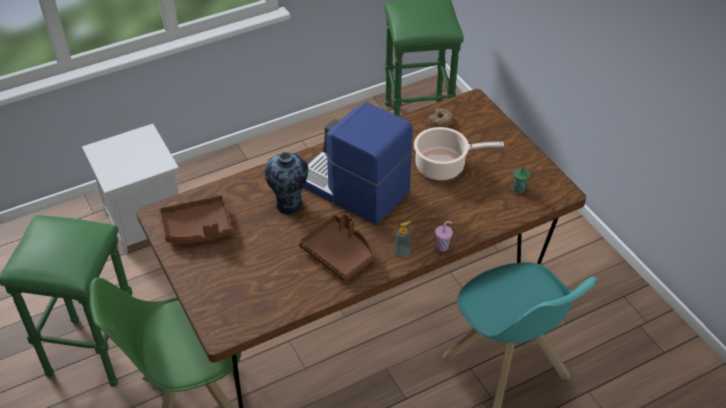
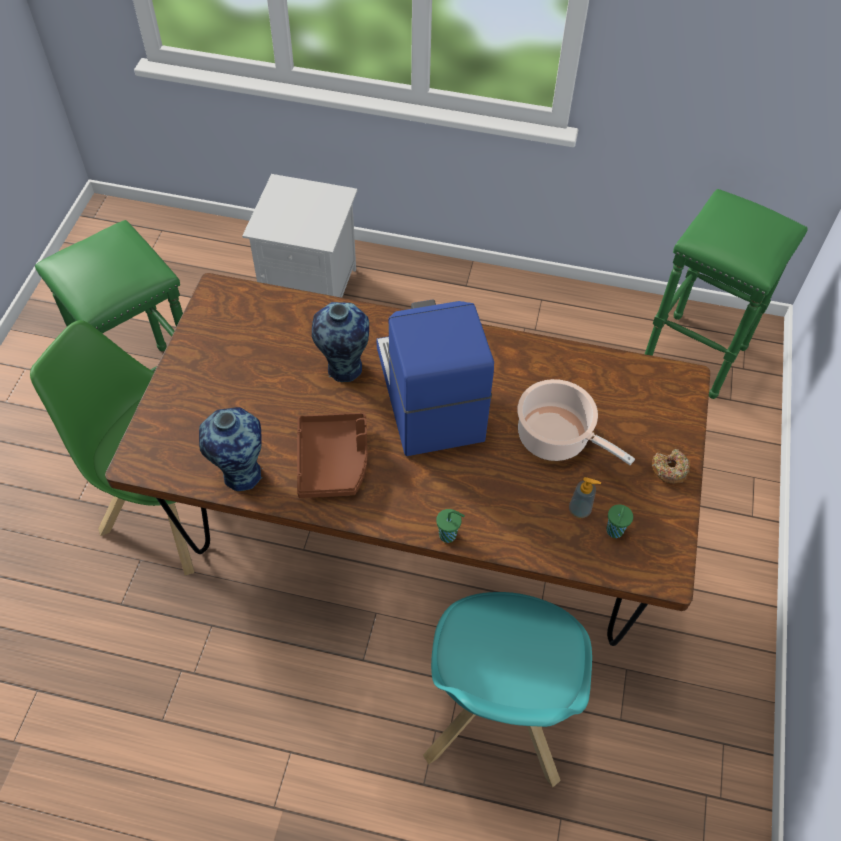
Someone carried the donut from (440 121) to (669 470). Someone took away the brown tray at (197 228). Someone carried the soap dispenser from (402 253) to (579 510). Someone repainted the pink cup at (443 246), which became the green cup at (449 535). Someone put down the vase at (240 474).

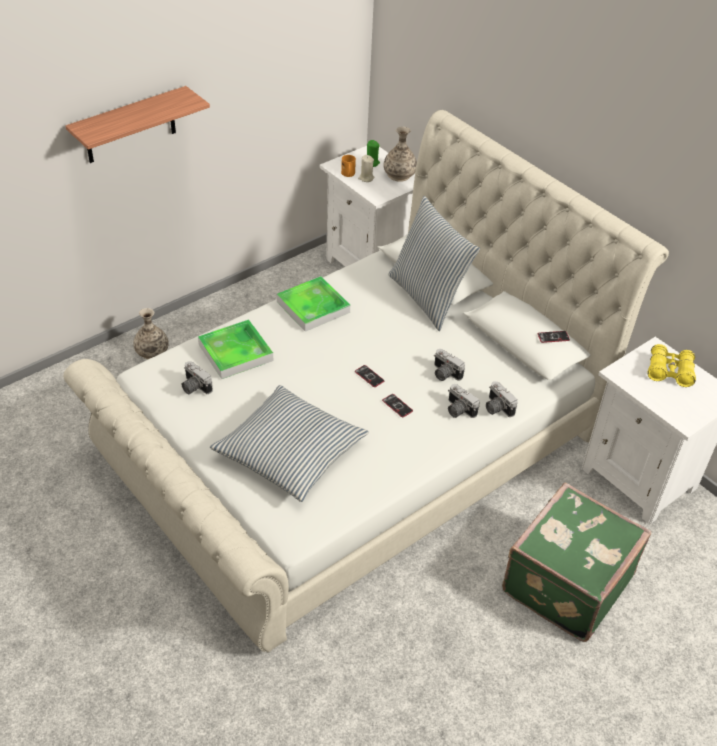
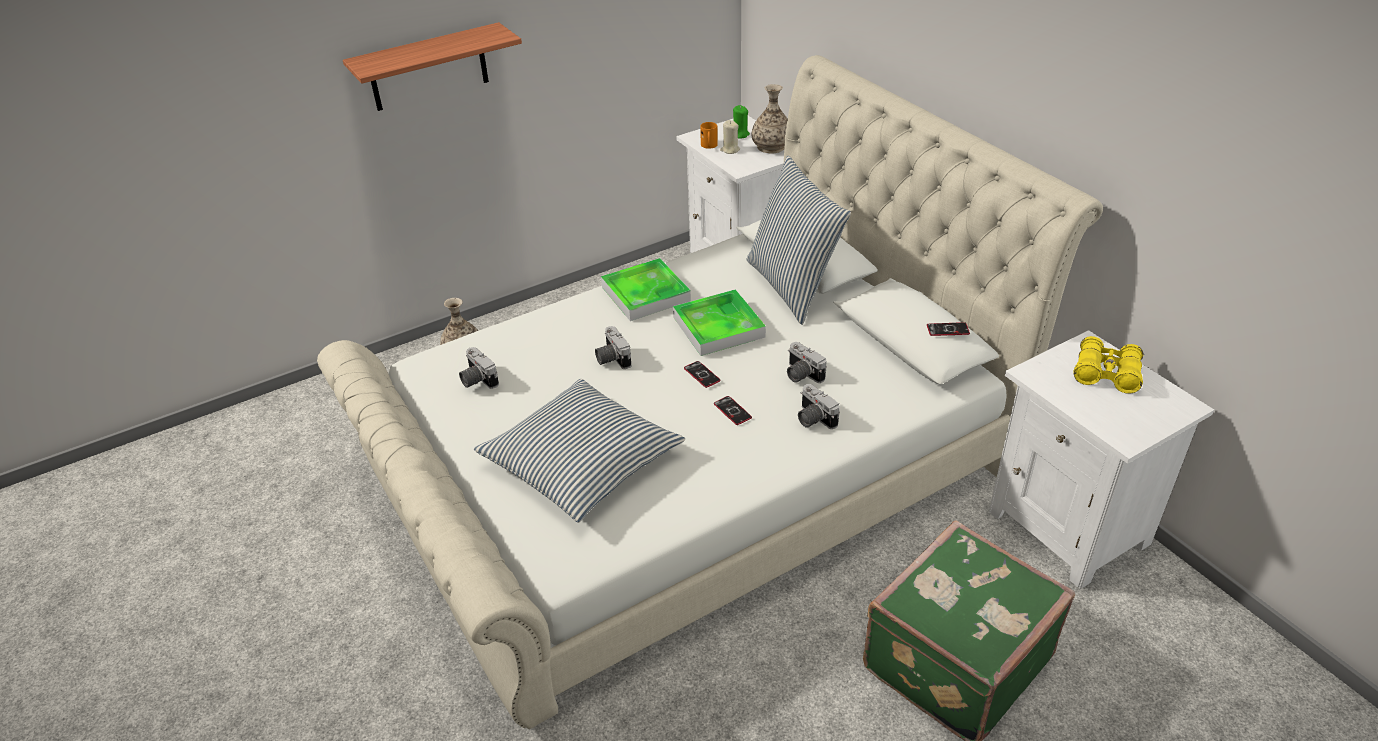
Someone carried the tray from (235 352) to (718 327). Someone carried the photo camera from (496 408) to (611 358).

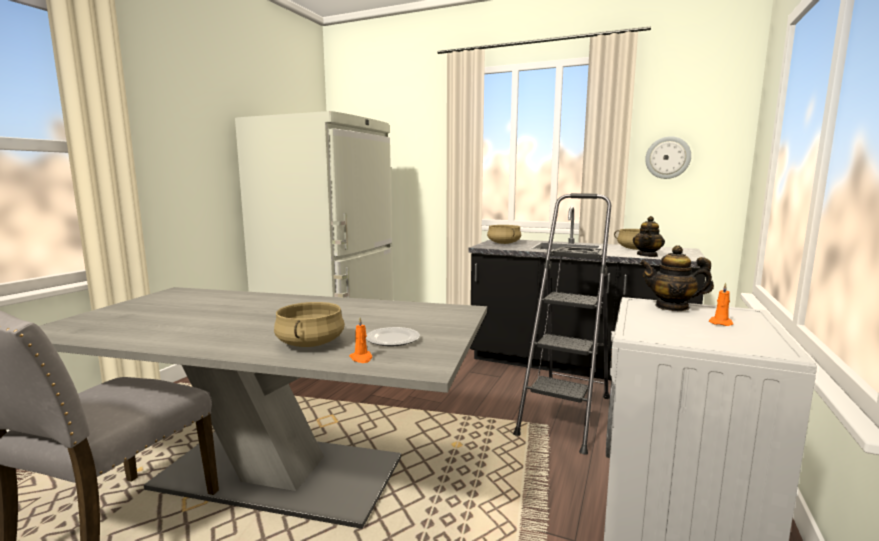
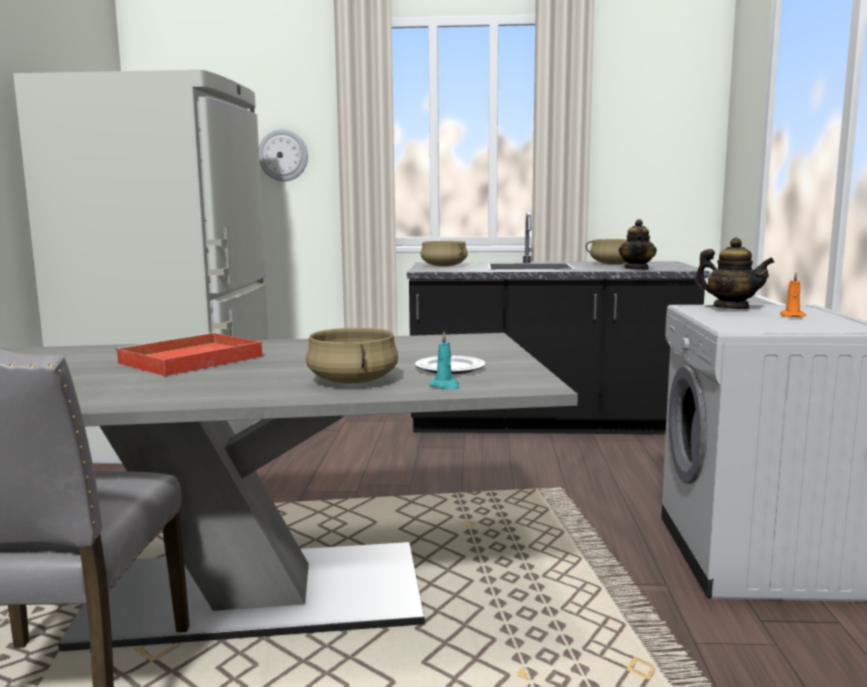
Someone carried the wall clock from (667 157) to (283 155). Someone took away the step ladder at (565 413). Someone rotated the teapot at (672 307) by 135 degrees counterclockwise. Someone repainted the orange candle at (361 358), which became the turquoise candle at (445 386). Someone put down the red tray at (189 360).

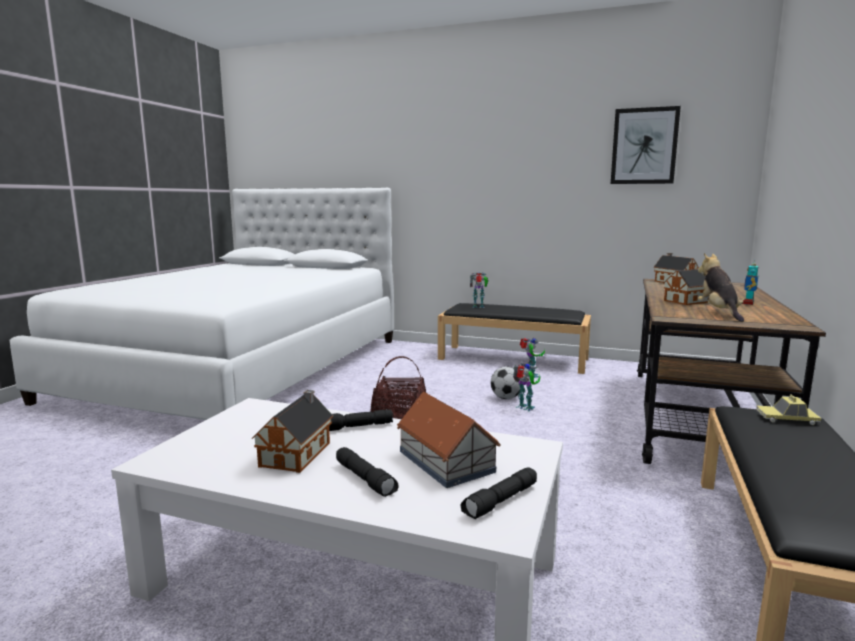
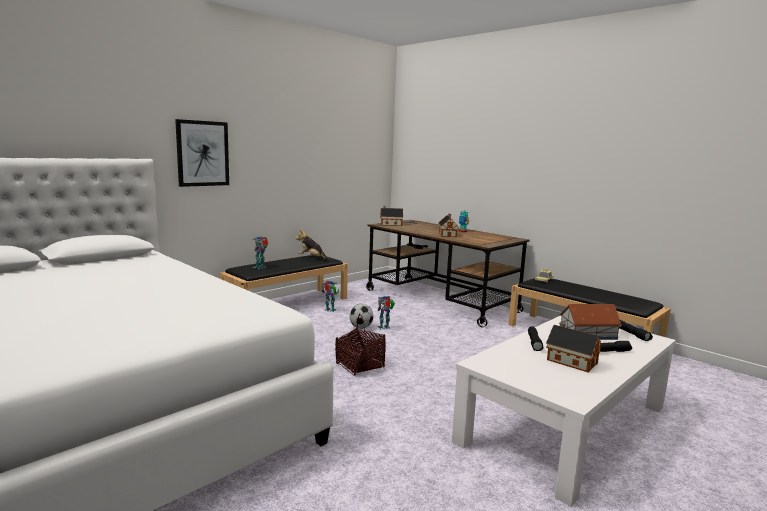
Someone carried the picture from (644 146) to (202 153). Someone carried the plush toy from (718 313) to (312 258).

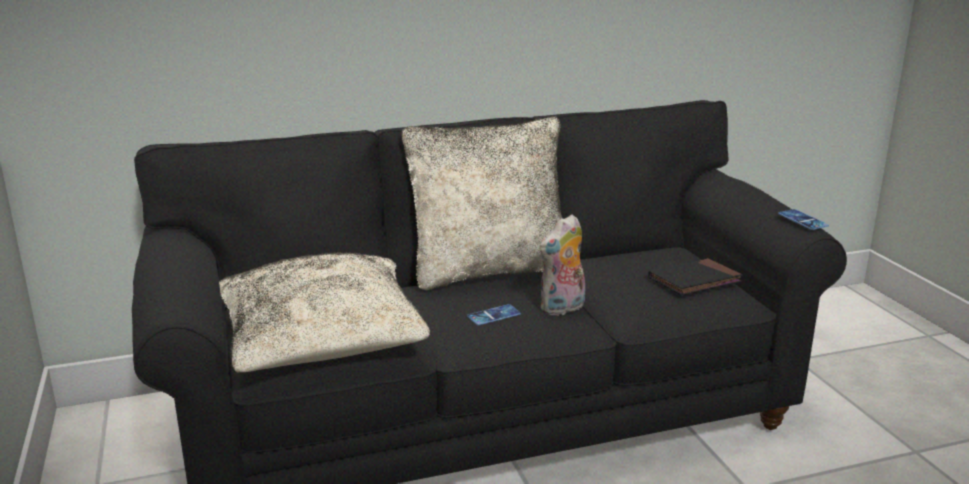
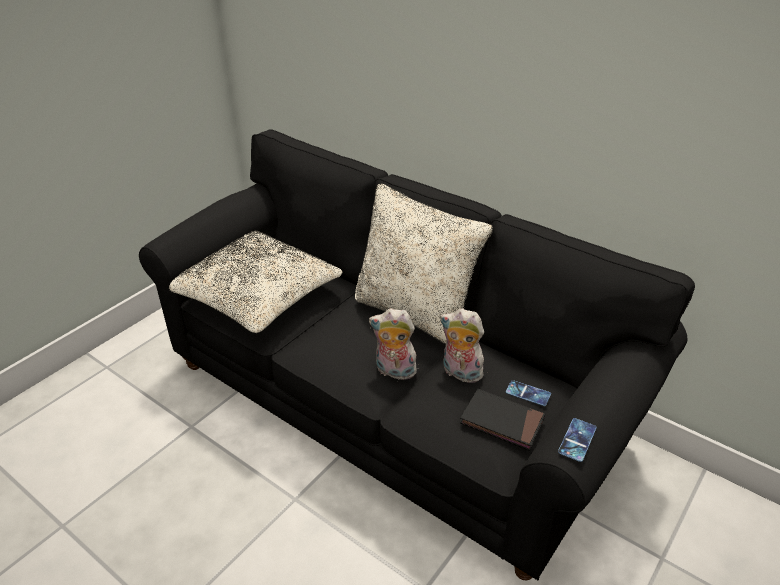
Someone carried the phone from (494 315) to (528 393). Someone put down the plush toy at (460 373).

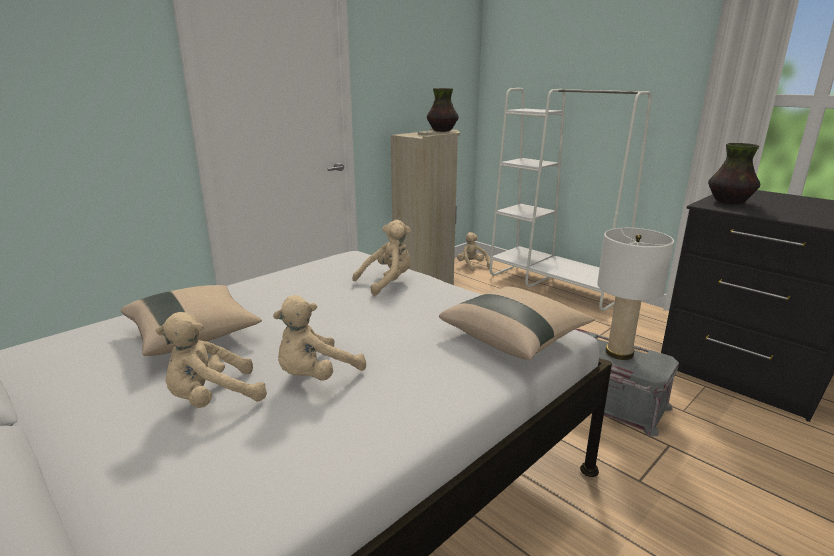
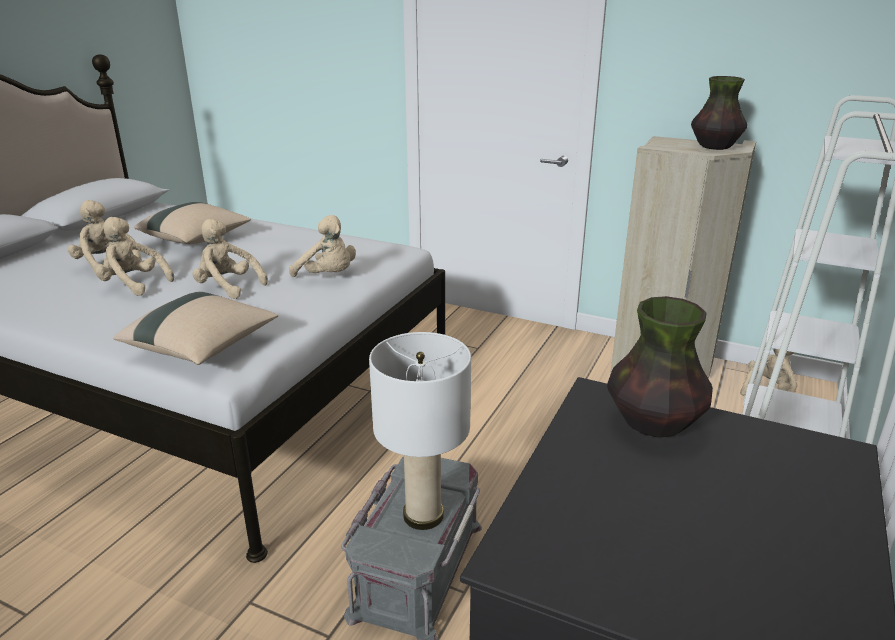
Someone put down the beige plush toy at (227 287).

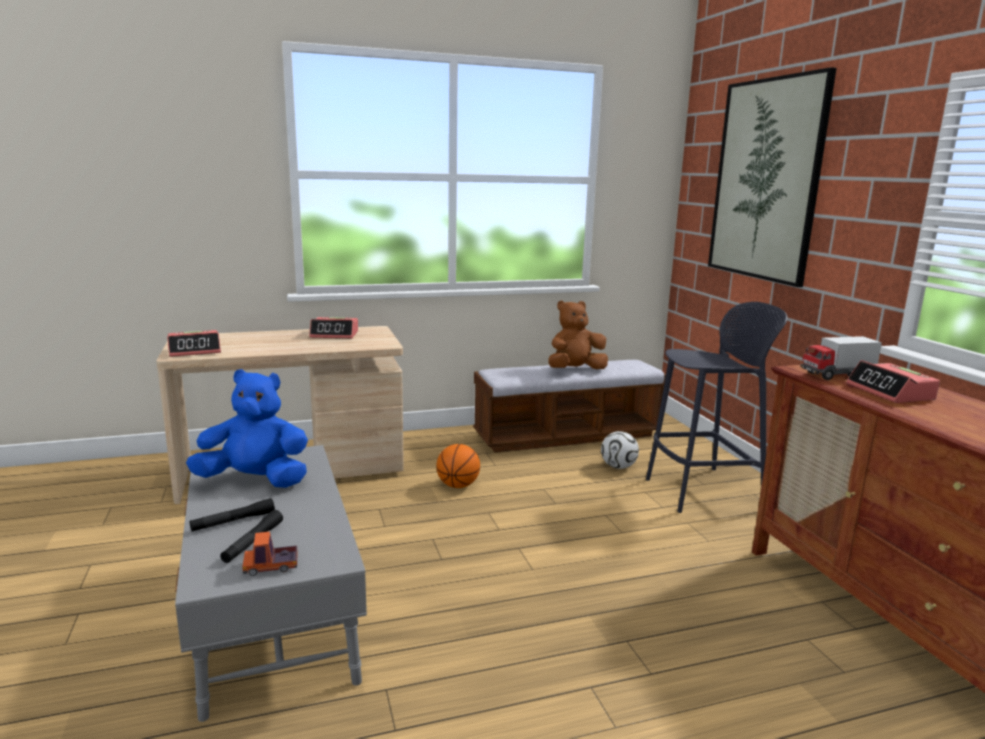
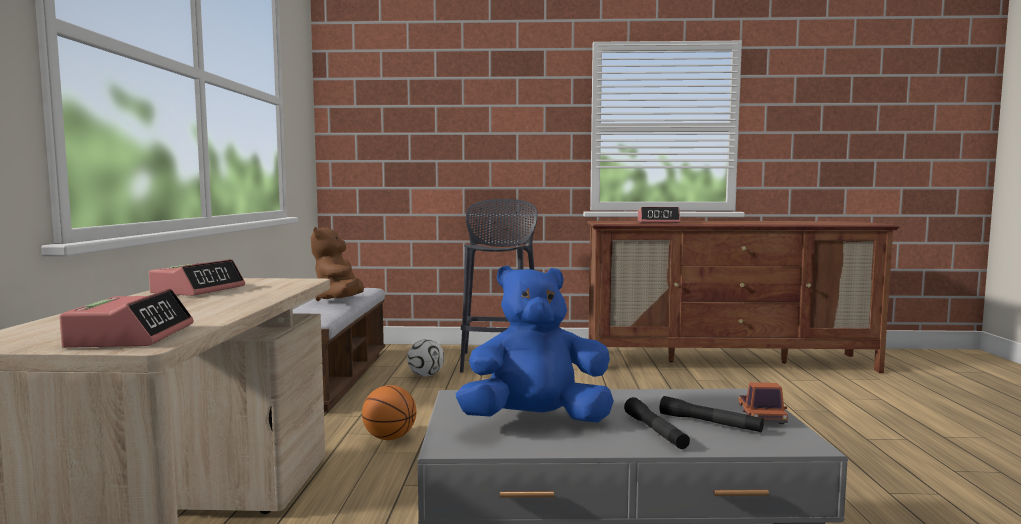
Someone took away the picture at (766 180). Someone took away the toy truck at (836 375). Someone rotated the blue plush toy at (255 480) by 60 degrees clockwise.

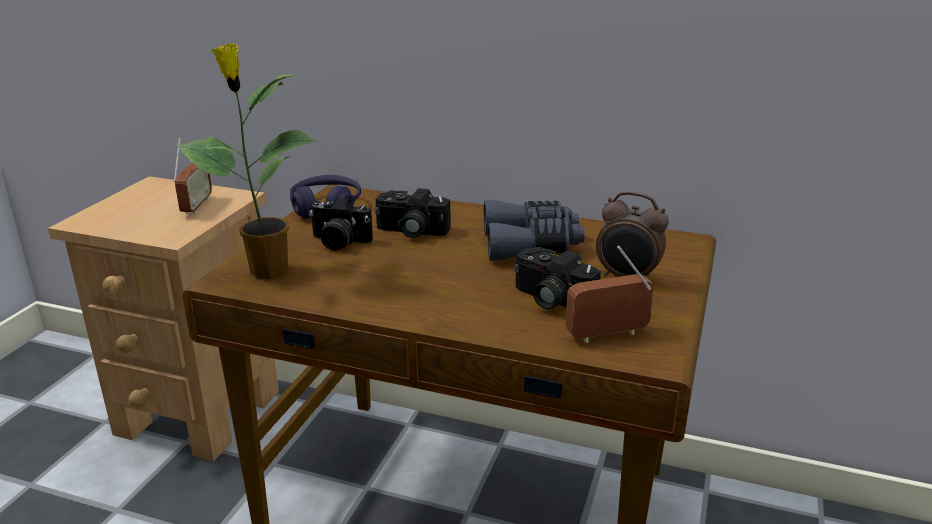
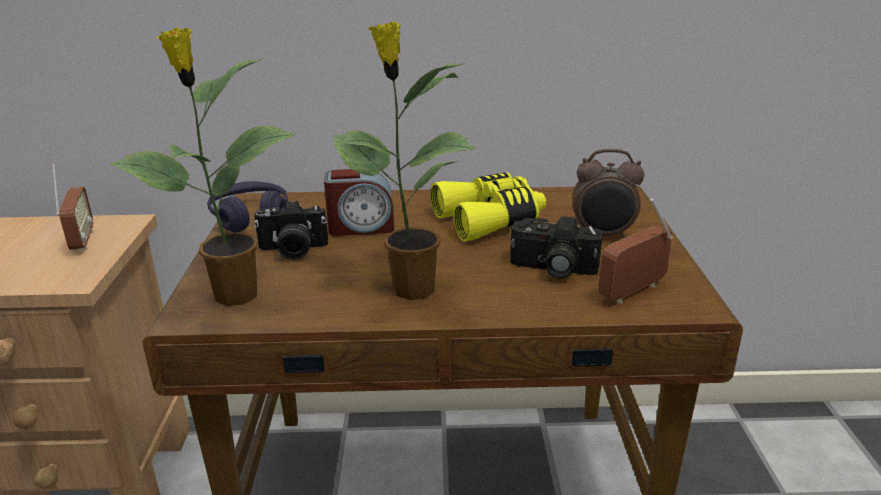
Someone swapped the photo camera at (410 231) for the alarm clock at (361 227). Someone repainted the grey binoculars at (531 245), which became the yellow binoculars at (490 220). Someone put down the potted plant at (410 289).

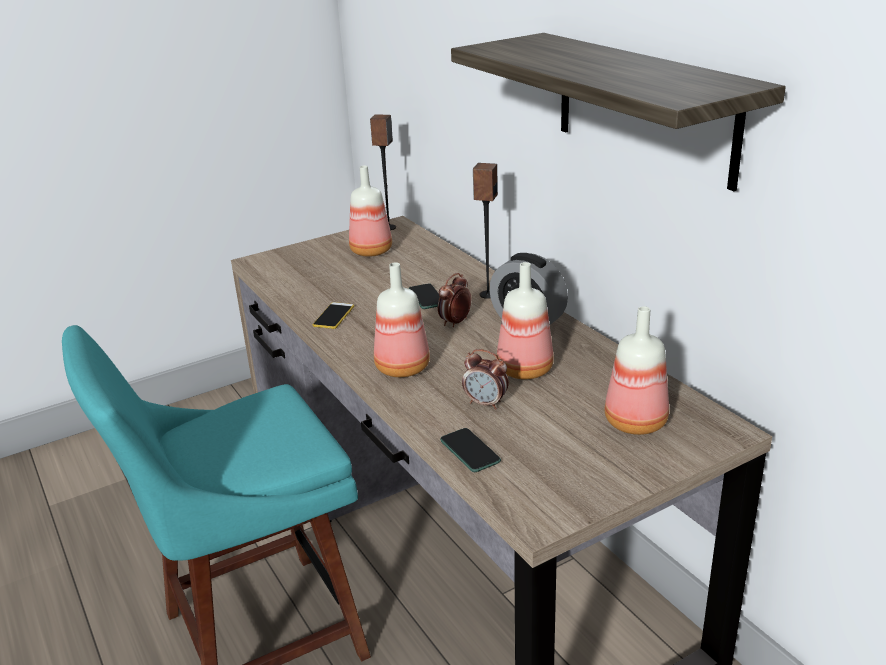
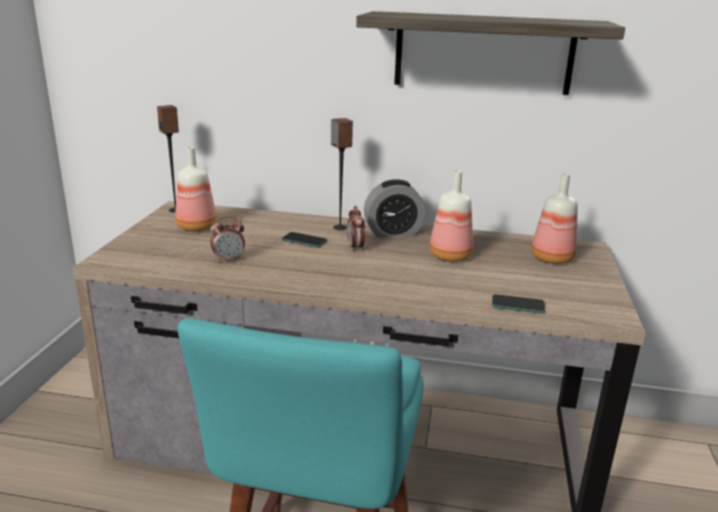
Someone took away the bottle at (401 367). Someone took away the phone at (333 316). Someone carried the alarm clock from (486 403) to (228 259).

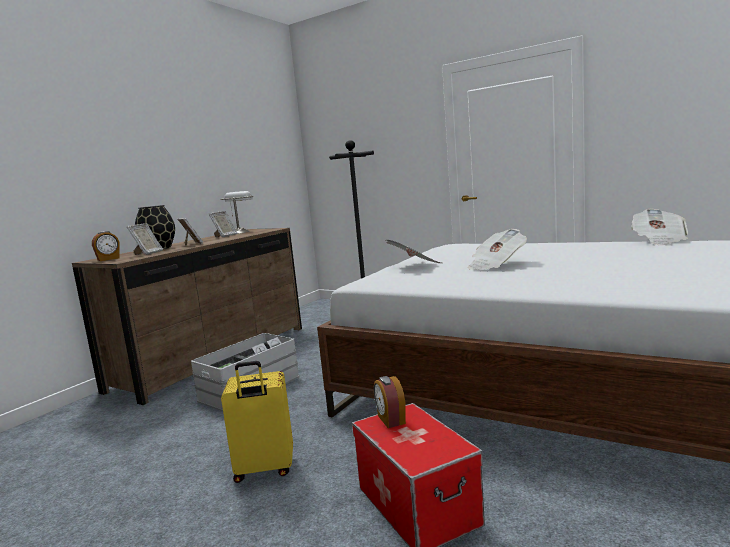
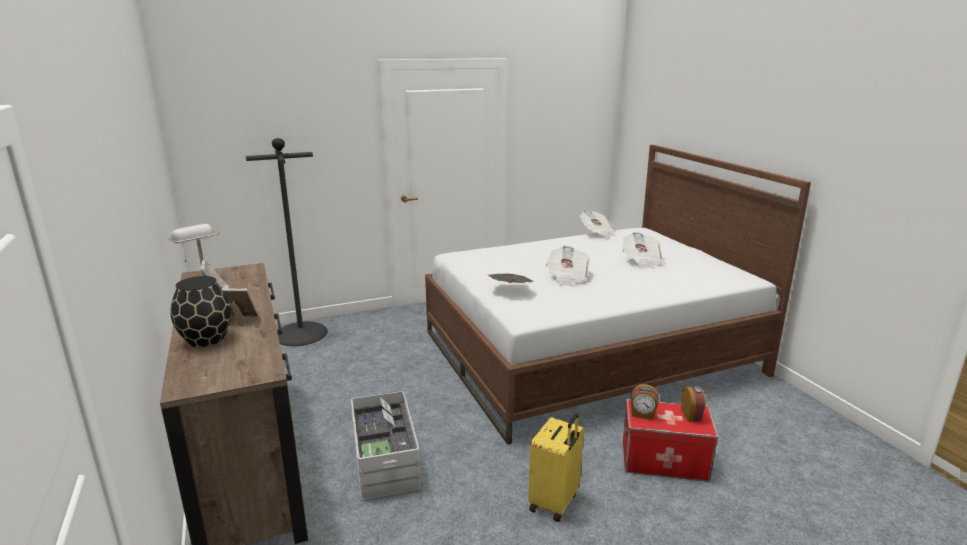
Someone took away the picture frame at (148 253). Someone carried the alarm clock from (108 259) to (691 415). Someone put down the newspaper at (641 261).

